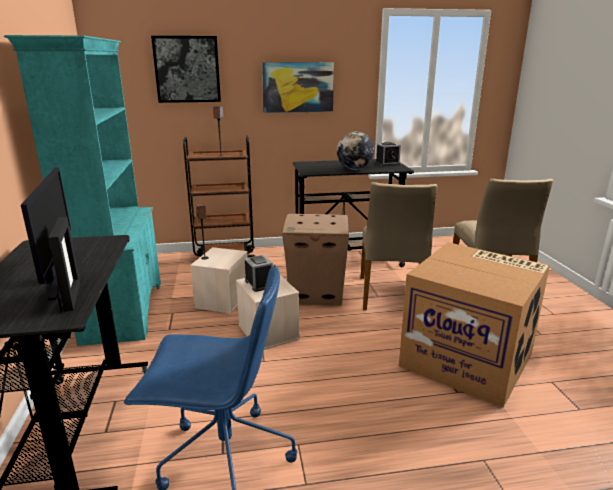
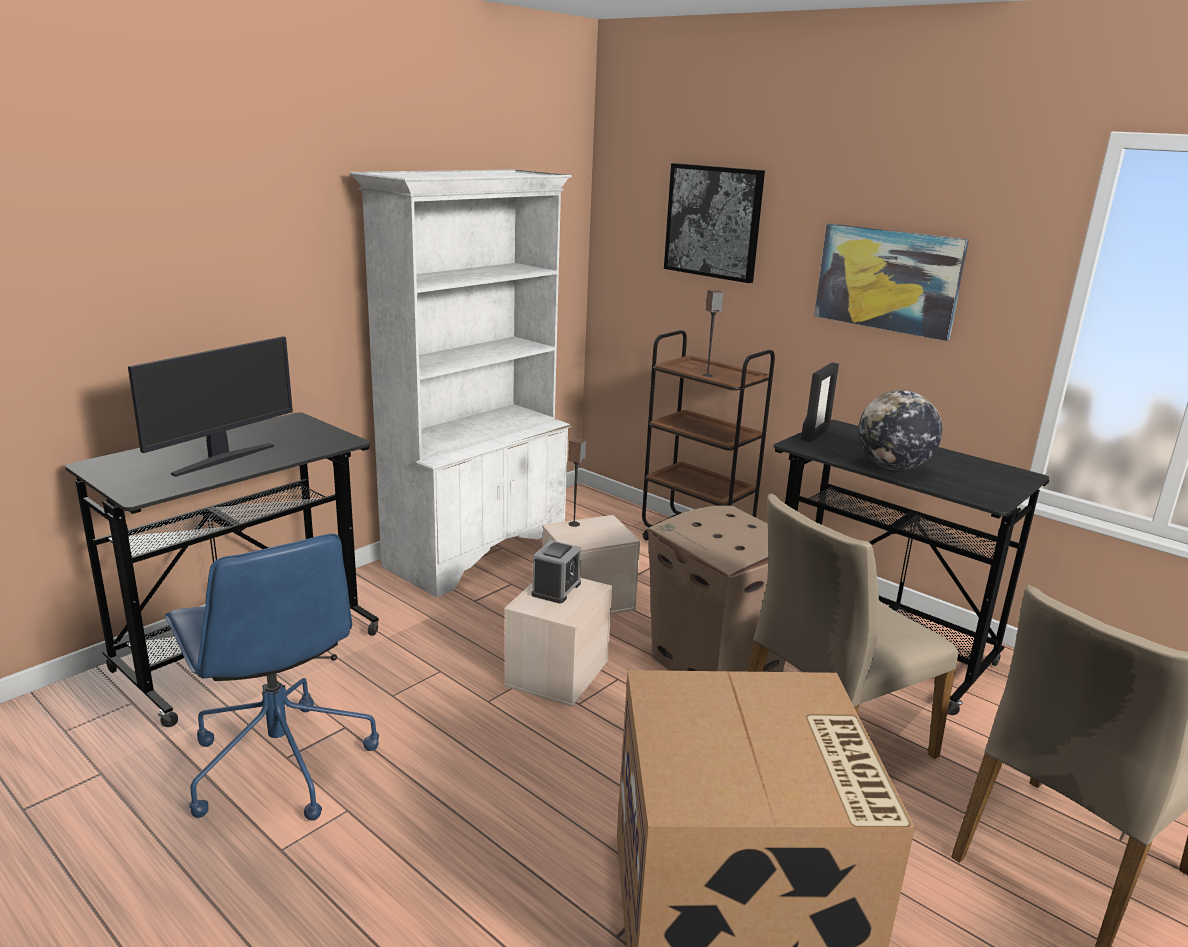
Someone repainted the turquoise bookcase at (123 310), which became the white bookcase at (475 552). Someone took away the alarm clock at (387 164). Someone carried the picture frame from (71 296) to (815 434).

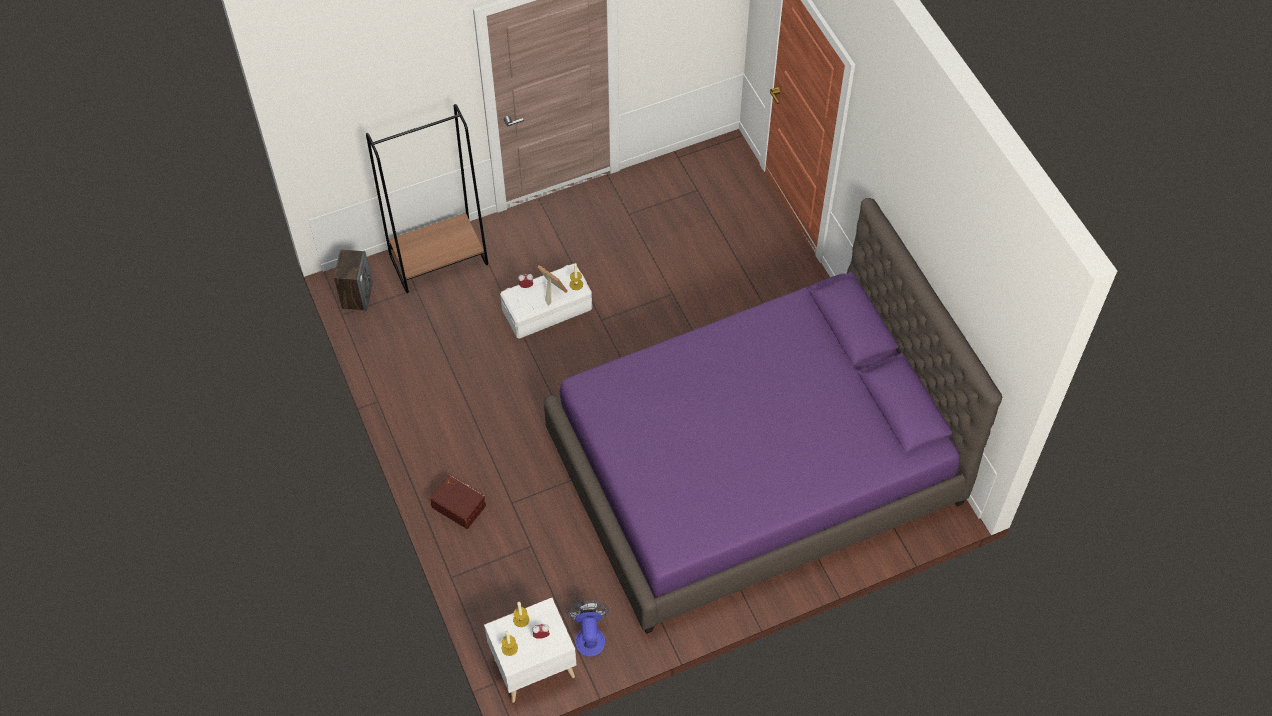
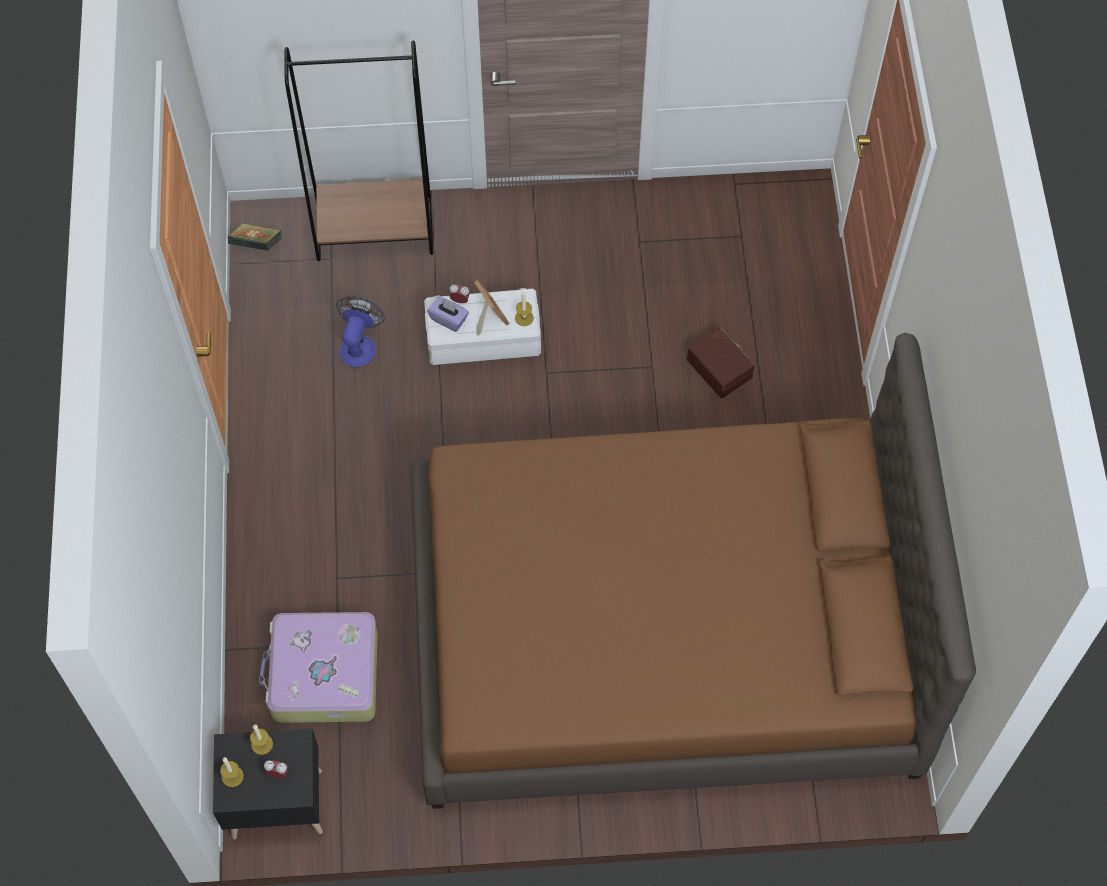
Someone repainted the purple bed at (755 468), which became the brown bed at (663 636). Someone swapped the speaker at (357 295) for the book at (256 245). Someone carried the brown storage box from (459 505) to (720 367). Someone repainted the white nightstand at (532 667), which became the black nightstand at (275 802). Someone carried the fan from (589 636) to (359 344). Someone put down the purple tissue box at (449 319). Someone put down the suitcase at (323 675).

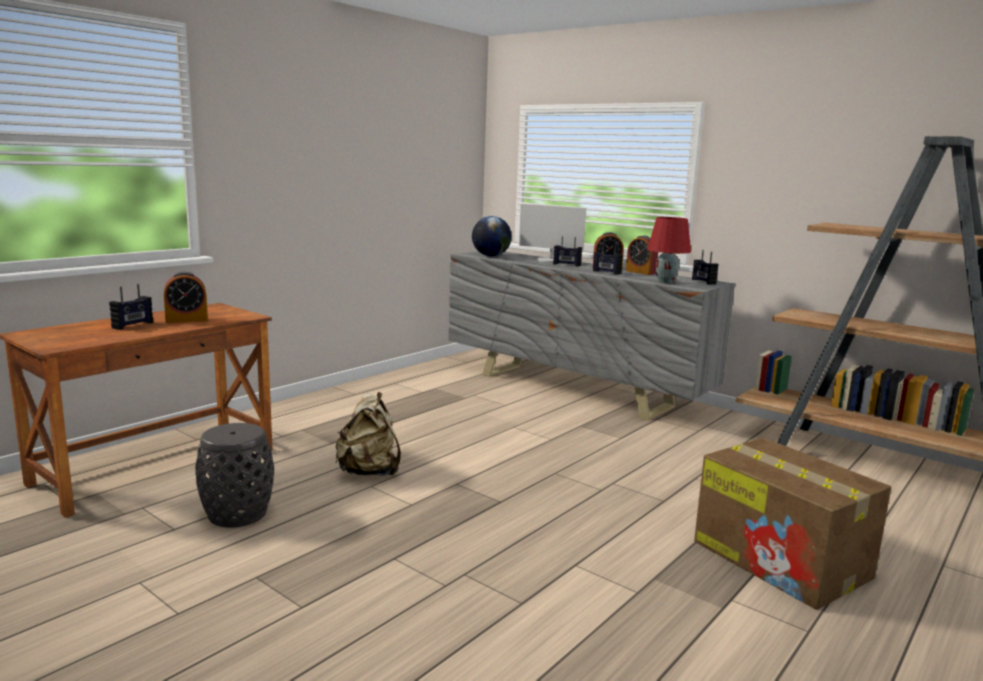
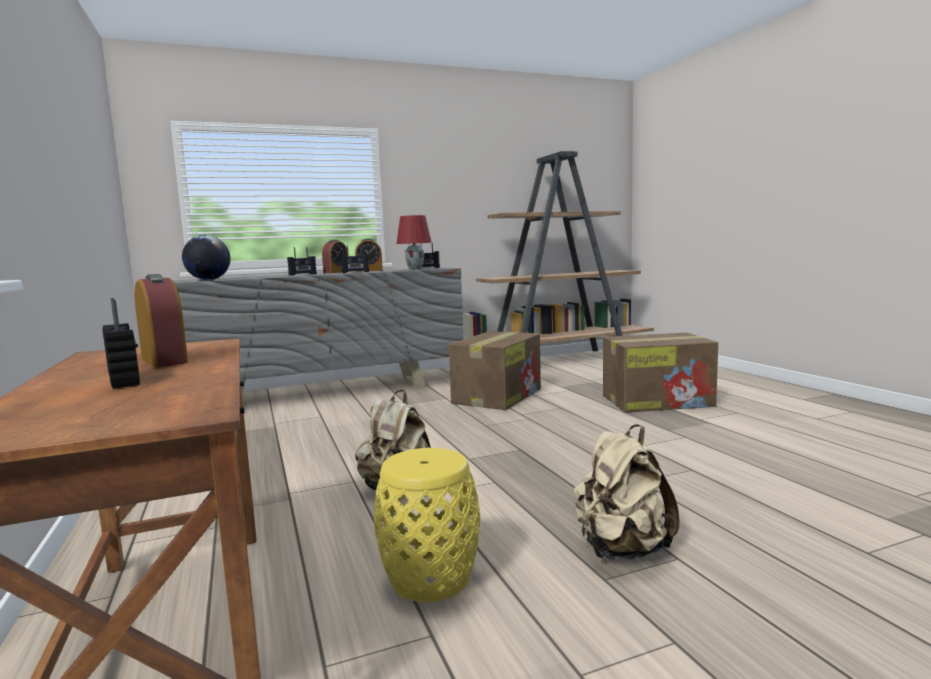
Someone took away the monitor at (550 260). Someone rotated the alarm clock at (186 320) by 45 degrees counterclockwise. Someone repainted the grey stool at (237 514), which became the yellow stool at (431 579). Someone put down the cardboard box at (498 395). Someone put down the beige backpack at (621 550).

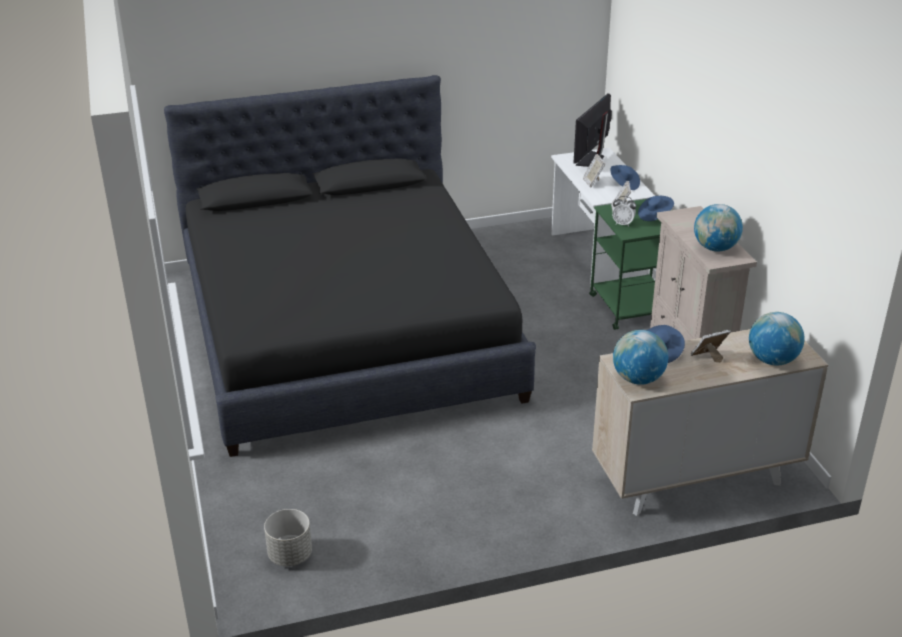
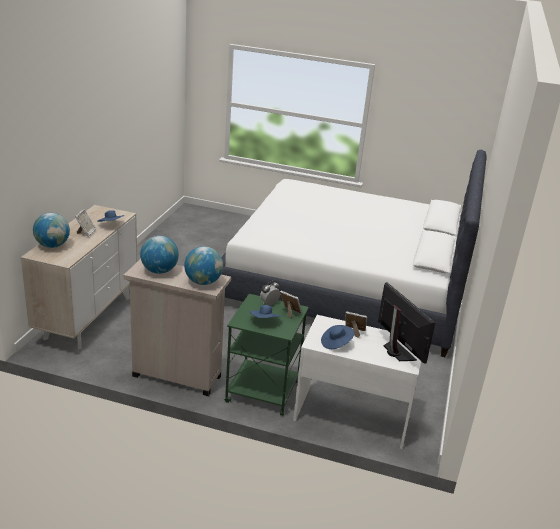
Someone repainted the black bed at (346 331), which became the white bed at (347 283). Someone carried the globe from (638 379) to (203 282). Someone took away the grey planter at (290 555).

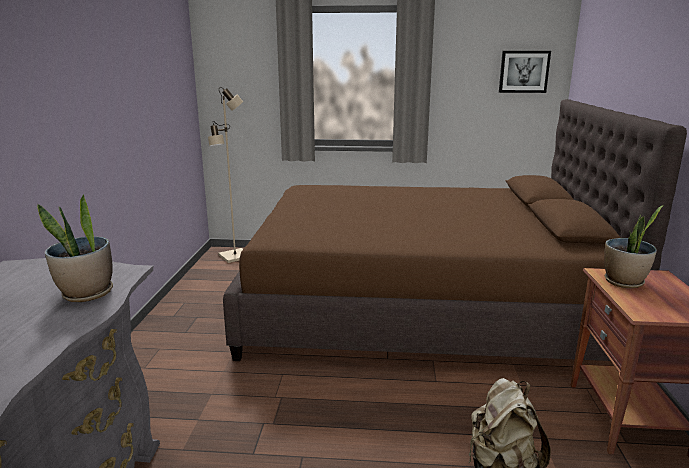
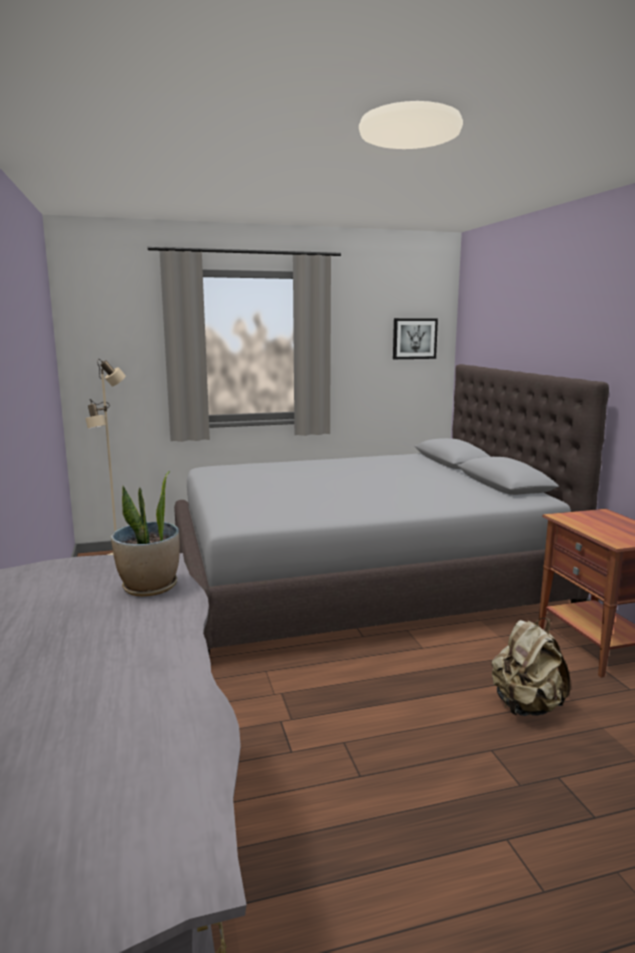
Someone repainted the brown bed at (420 307), which became the grey bed at (361 583). Someone took away the potted plant at (624 282).

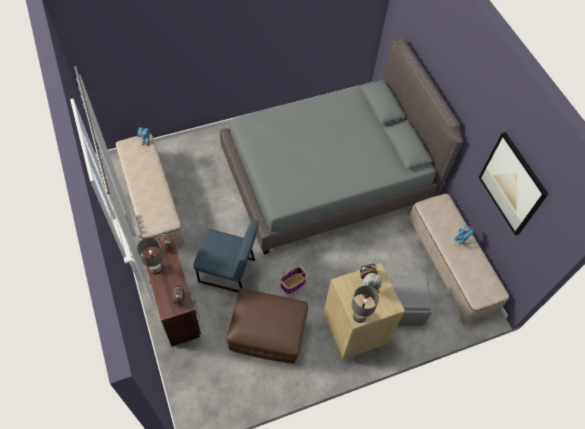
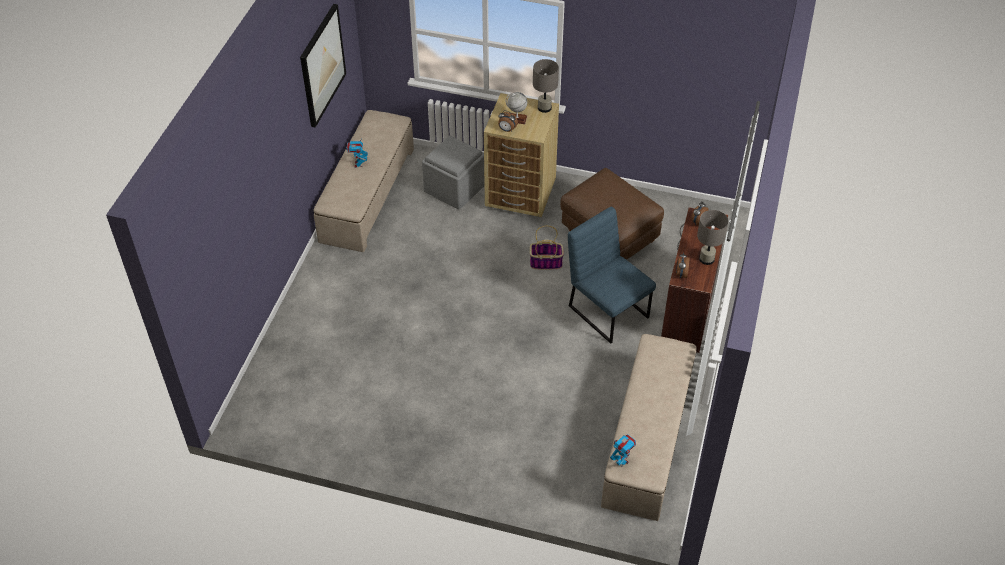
Someone took away the grey bed at (327 177).

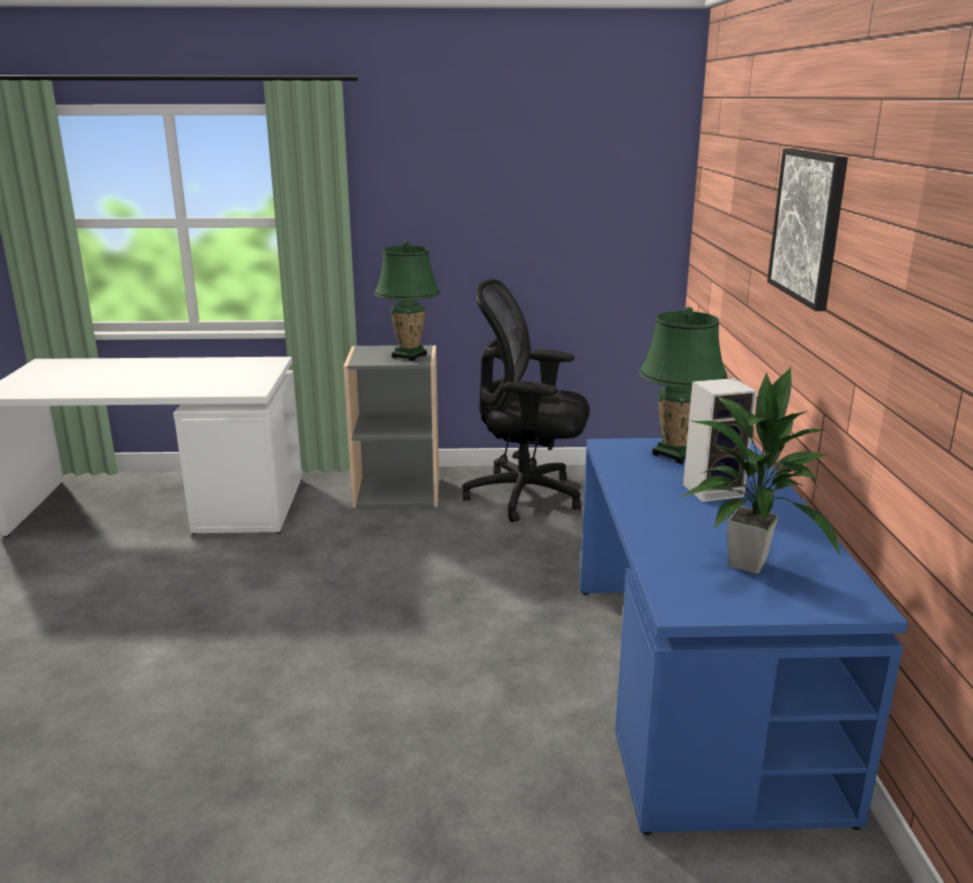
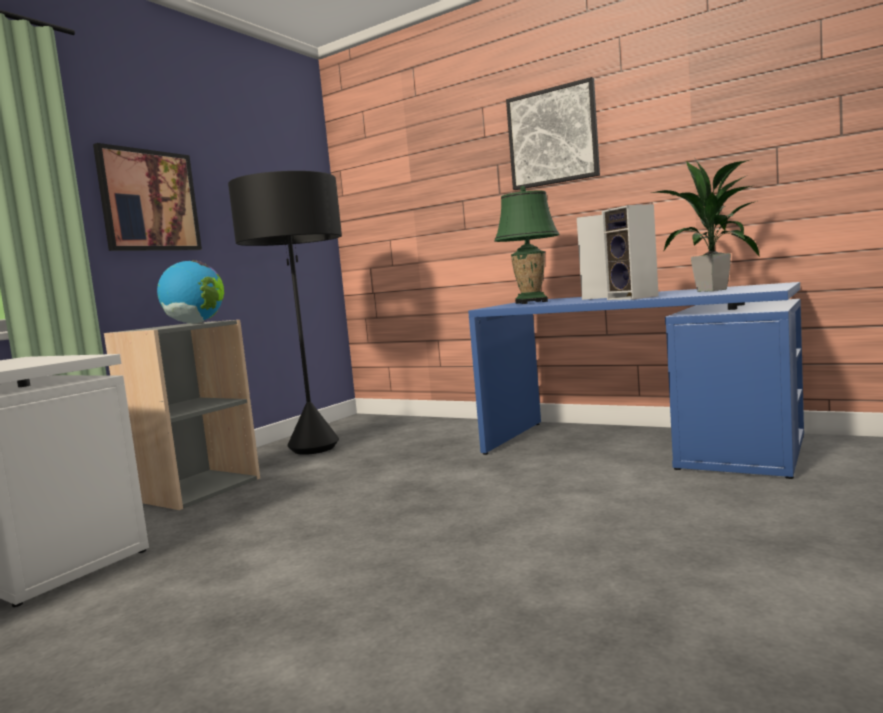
Someone swapped the green table lamp at (409 356) for the globe at (195 323). Someone swapped the black office chair at (531 495) for the black floor lamp at (314 449). Someone put up the picture at (149 201). Someone put down the speaker at (634 298).

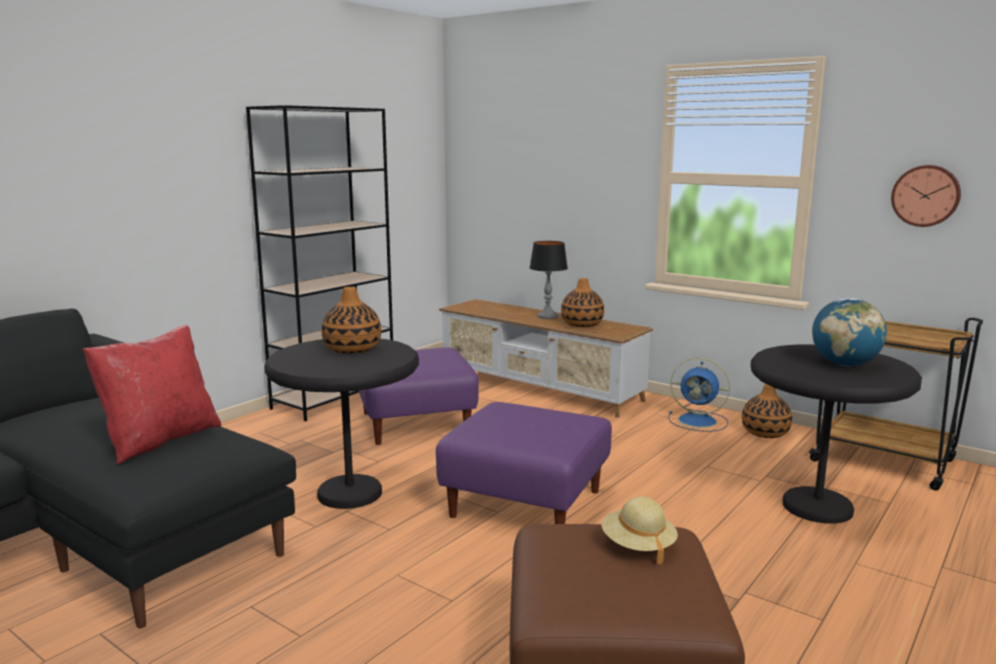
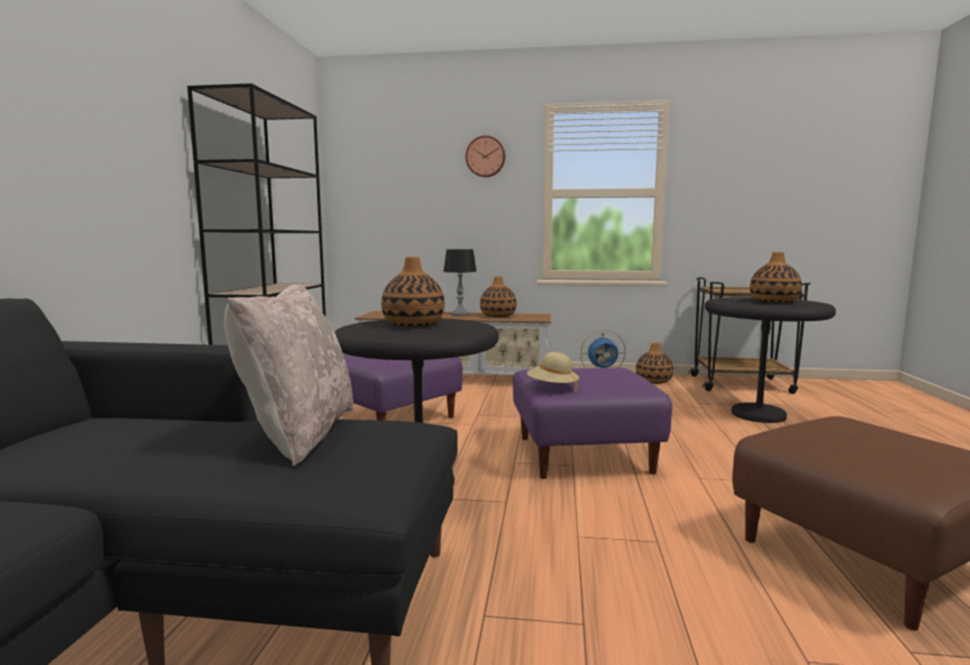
Someone carried the wall clock from (925 195) to (485 157). Someone swapped the globe at (845 364) for the vase at (774 302). Someone repainted the red pillow at (160 440), which became the beige pillow at (299 434). Someone carried the beige hat from (638 546) to (552 388).

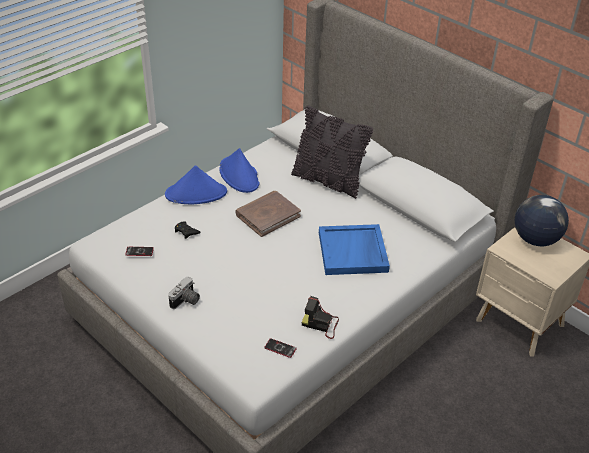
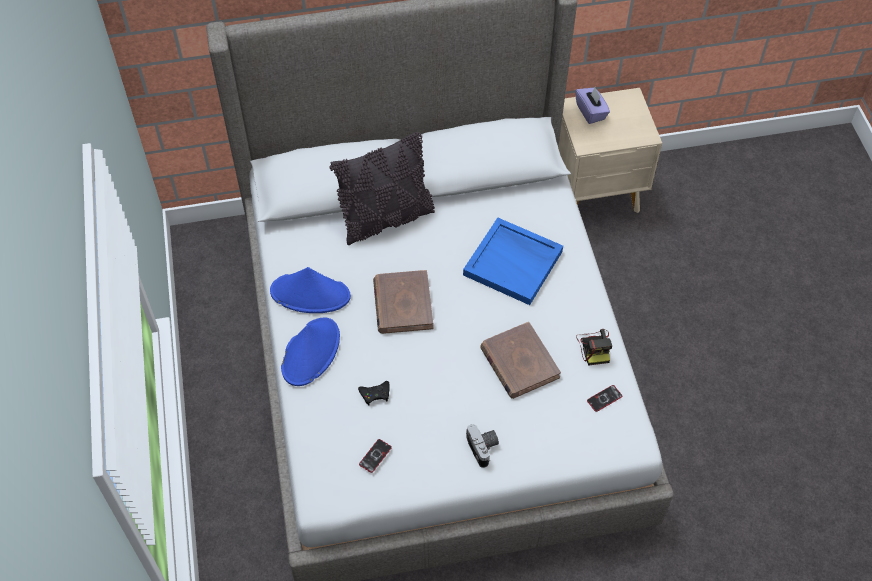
Someone swapped the globe at (535 239) for the purple tissue box at (591 112). Someone rotated the photo camera at (321 324) by 60 degrees counterclockwise. Someone put down the brown book at (519 362).

